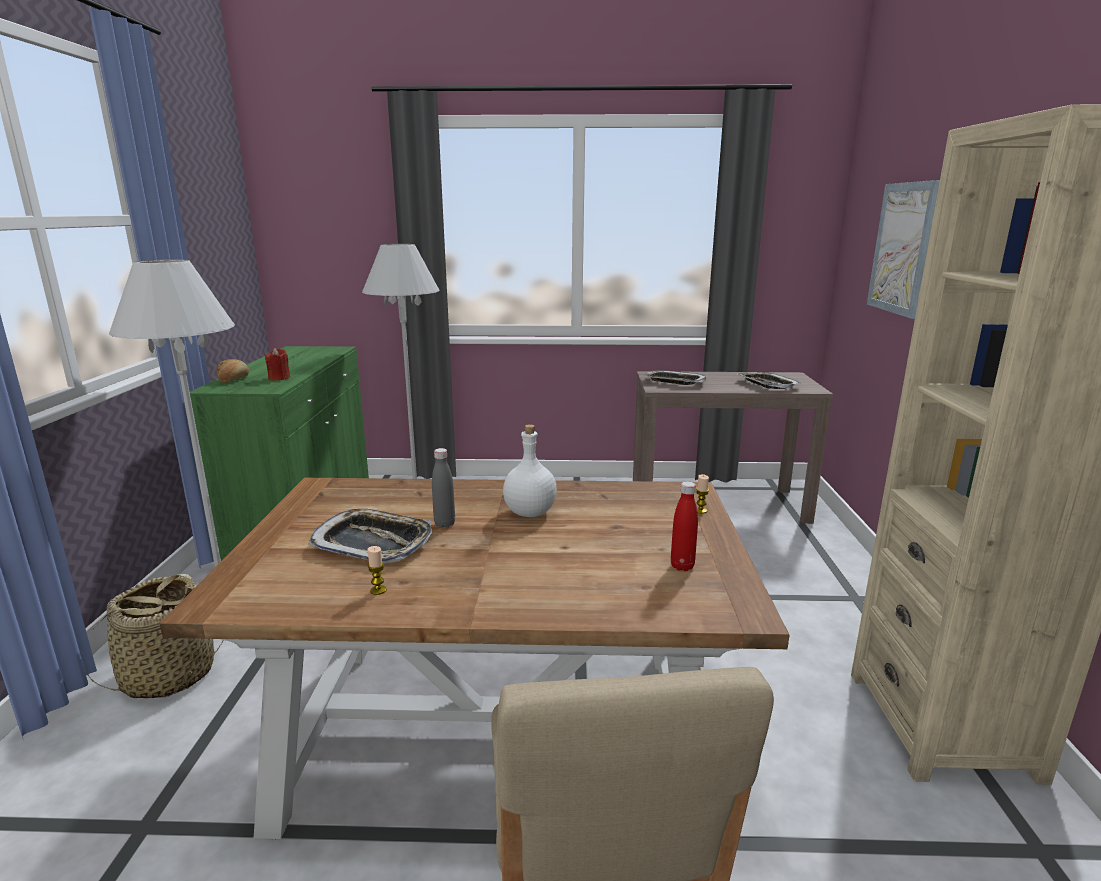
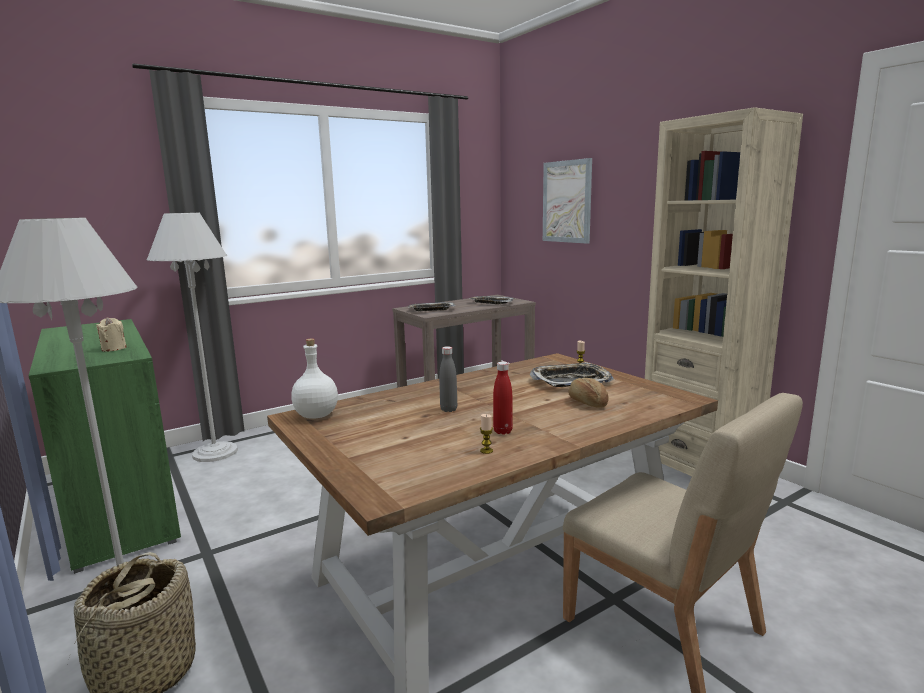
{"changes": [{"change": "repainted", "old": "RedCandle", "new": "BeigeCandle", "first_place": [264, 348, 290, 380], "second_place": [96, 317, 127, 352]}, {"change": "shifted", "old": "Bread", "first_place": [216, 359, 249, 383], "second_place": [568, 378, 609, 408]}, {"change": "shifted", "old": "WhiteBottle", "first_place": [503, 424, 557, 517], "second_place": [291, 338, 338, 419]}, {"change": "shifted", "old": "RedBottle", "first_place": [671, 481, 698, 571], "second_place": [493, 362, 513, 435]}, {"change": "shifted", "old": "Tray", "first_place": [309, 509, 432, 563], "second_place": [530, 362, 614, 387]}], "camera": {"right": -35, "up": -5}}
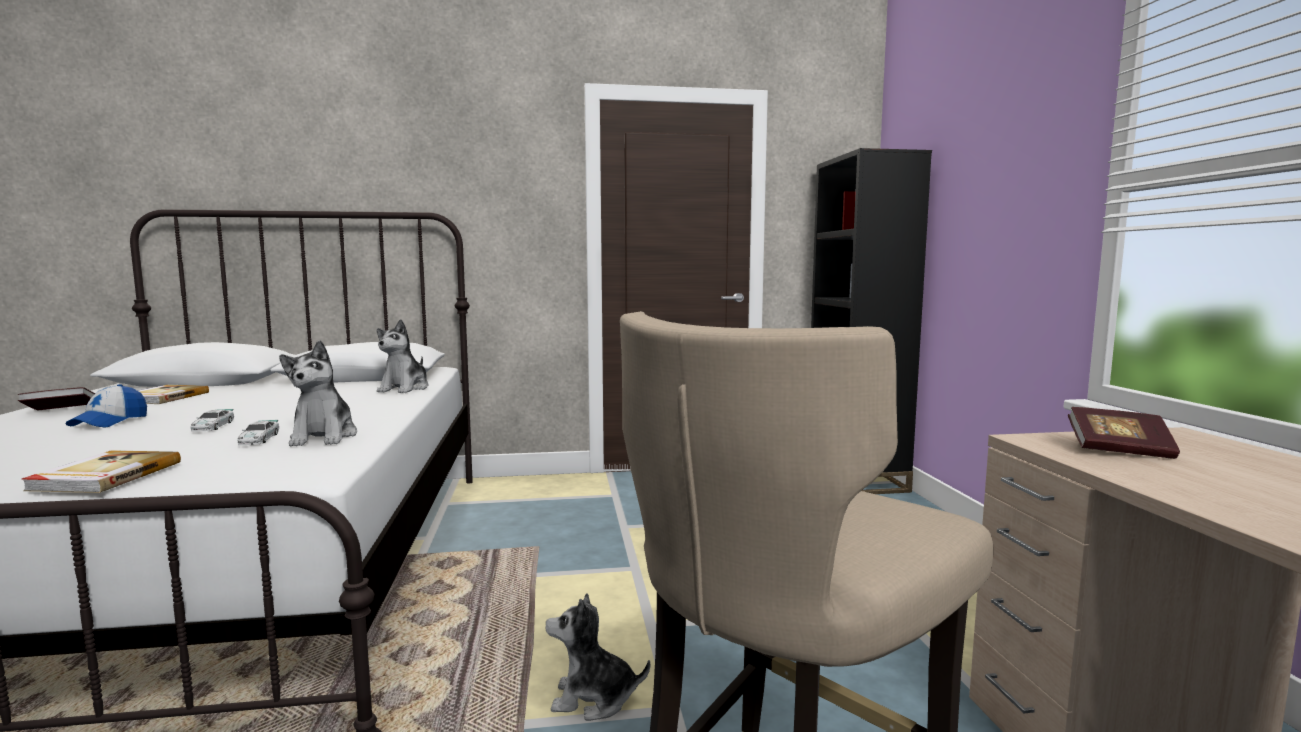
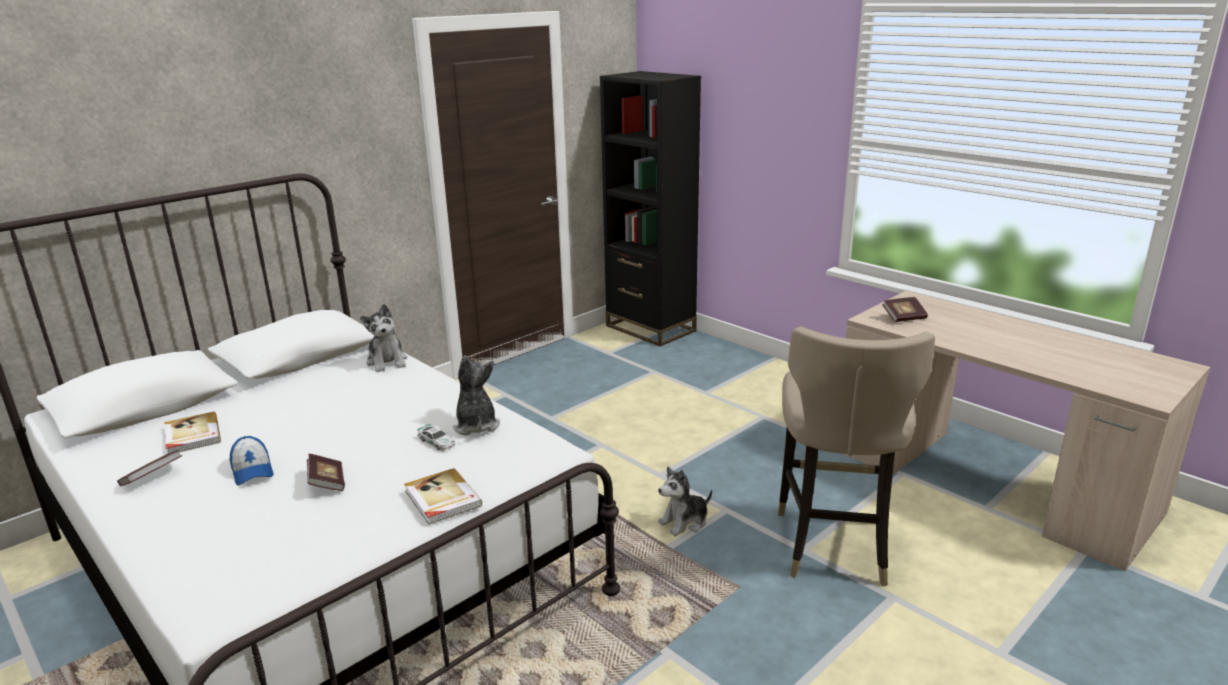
{"changes": [{"change": "rotated", "old": "PlushToy", "first_place": [279, 341, 357, 446], "second_place": [453, 355, 500, 436], "degrees": -150}, {"change": "gone", "old": "ToyCar", "first_place": [191, 409, 234, 432]}, {"change": "new", "new": "Book", "second_place": [307, 454, 345, 491]}], "camera": {"right": -35, "up": 15}}
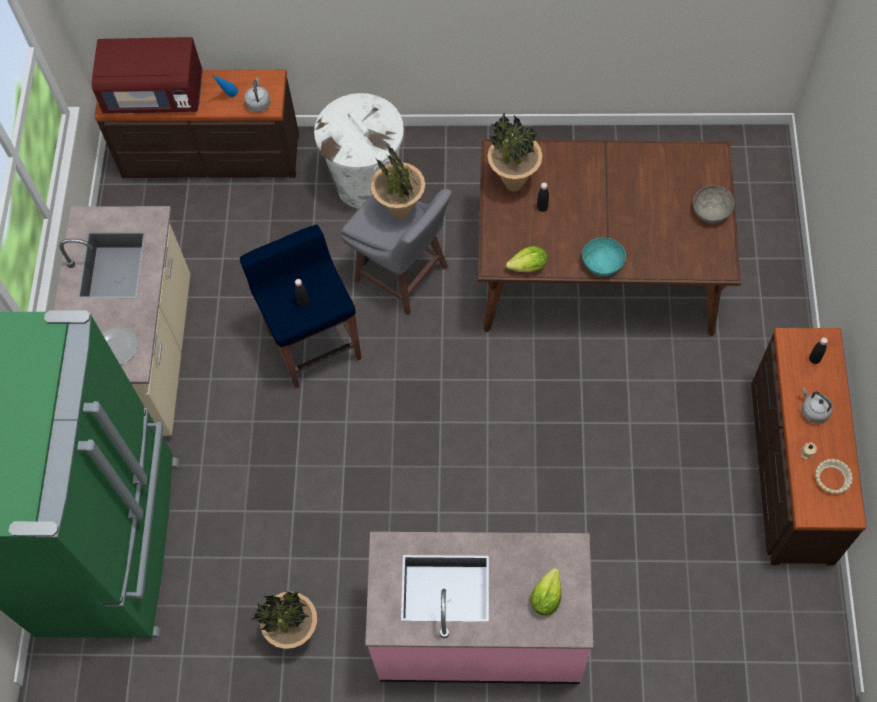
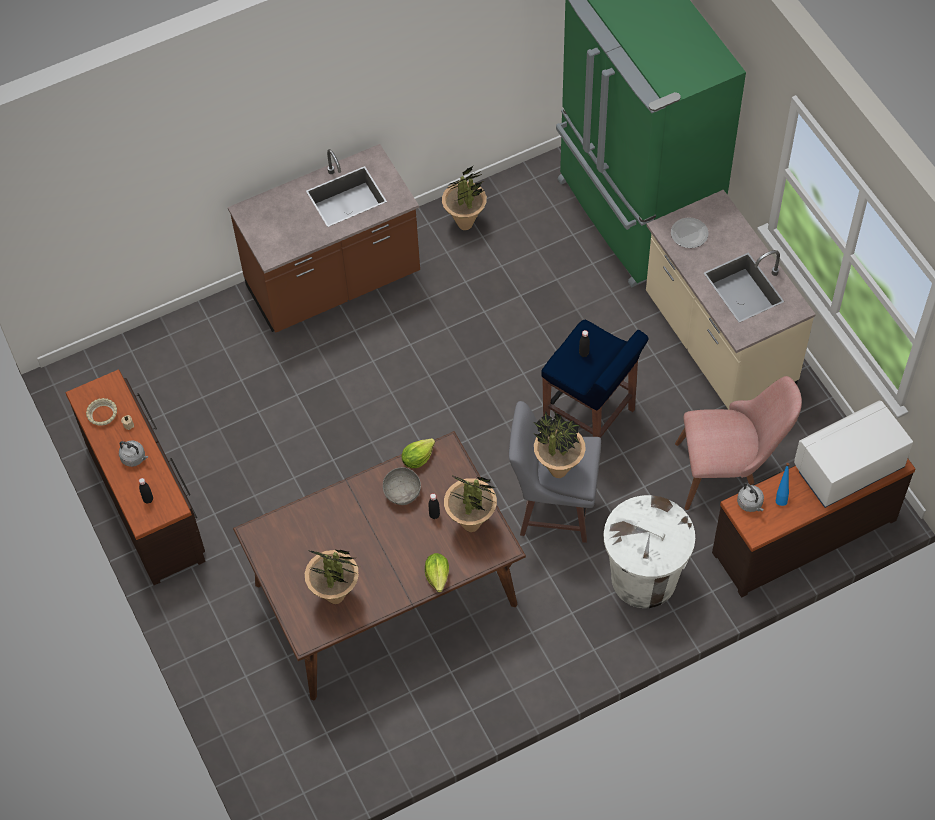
{"changes": [{"change": "repainted", "old": "RedMicrowave", "new": "WhiteMicrowave", "first_place": [91, 37, 203, 114], "second_place": [794, 401, 913, 508]}, {"change": "shifted", "old": "GreyBowl", "first_place": [693, 185, 735, 224], "second_place": [383, 467, 421, 505]}, {"change": "gone", "old": "TurquoiseBowl", "first_place": [582, 238, 626, 276]}, {"change": "repainted", "old": "PinkCounter", "new": "BrownCounter", "first_place": [365, 532, 593, 684], "second_place": [228, 144, 420, 333]}, {"change": "shifted", "old": "Lettuce", "first_place": [530, 568, 561, 616], "second_place": [425, 553, 449, 592]}, {"change": "new", "new": "PinkChair", "second_place": [675, 376, 802, 510]}, {"change": "new", "new": "PottedPlant", "second_place": [305, 550, 360, 604]}], "camera": {"right": 150, "up": -5}}
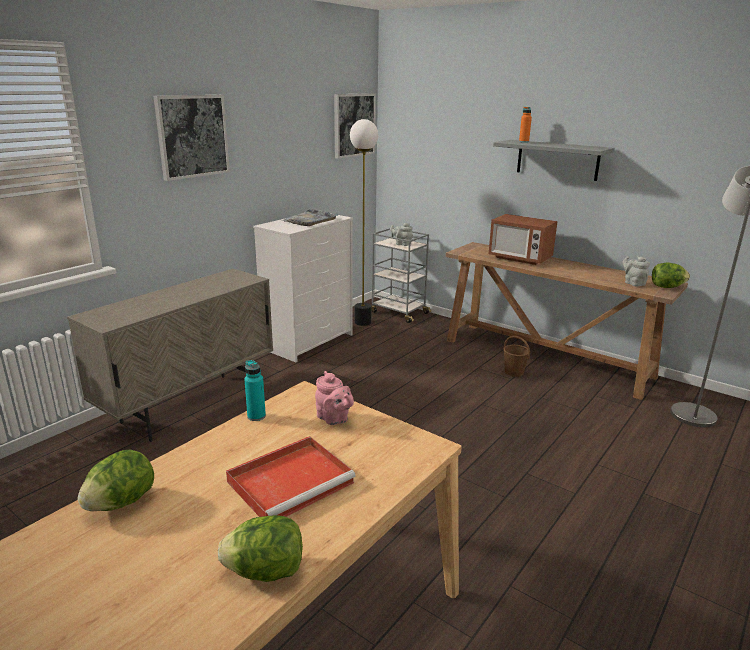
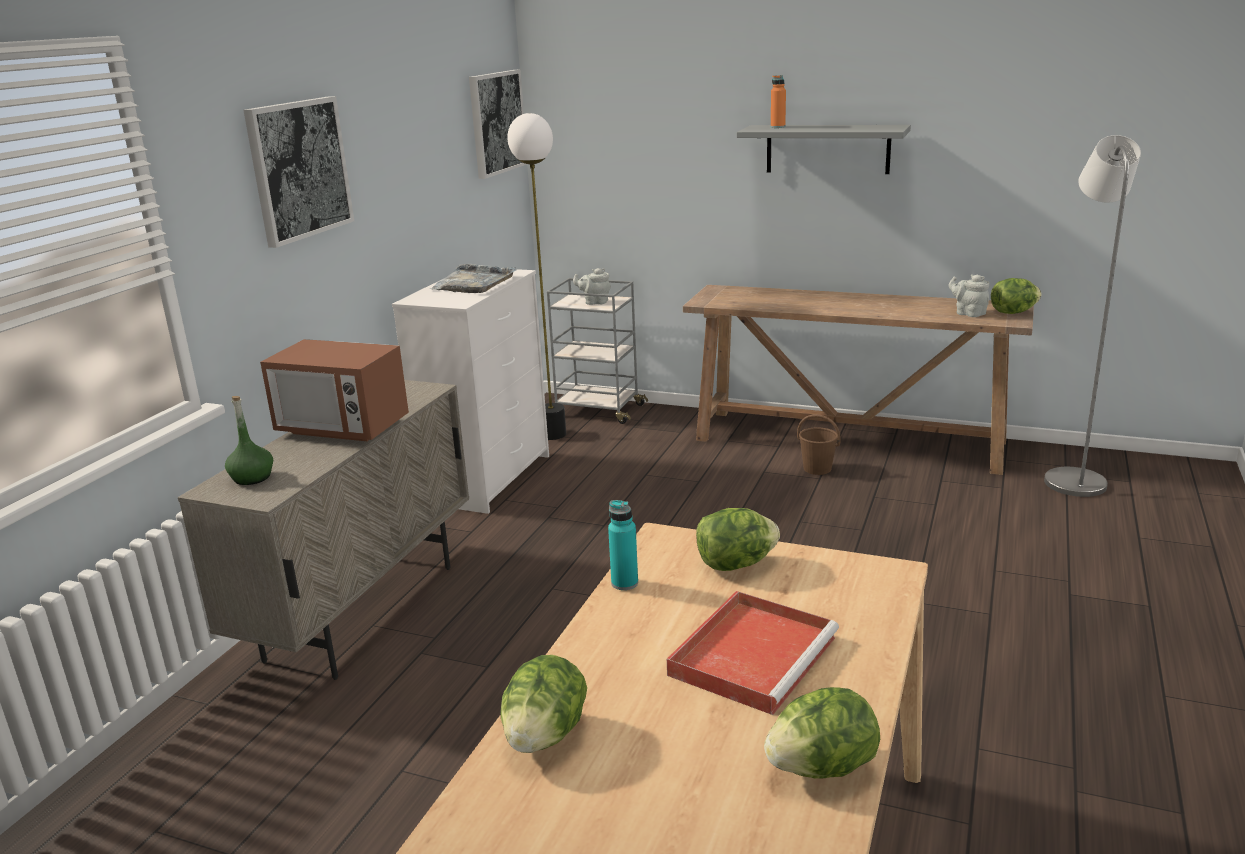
{"changes": [{"change": "shifted", "old": "Microwave", "first_place": [489, 214, 558, 265], "second_place": [260, 339, 409, 441]}, {"change": "swapped", "old": "PinkTeapot", "new": "Lettuce", "first_place": [315, 371, 354, 425], "second_place": [696, 508, 780, 571]}, {"change": "new", "new": "GreenBottle", "second_place": [225, 396, 273, 485]}], "camera": {"right": -15, "up": 0}}
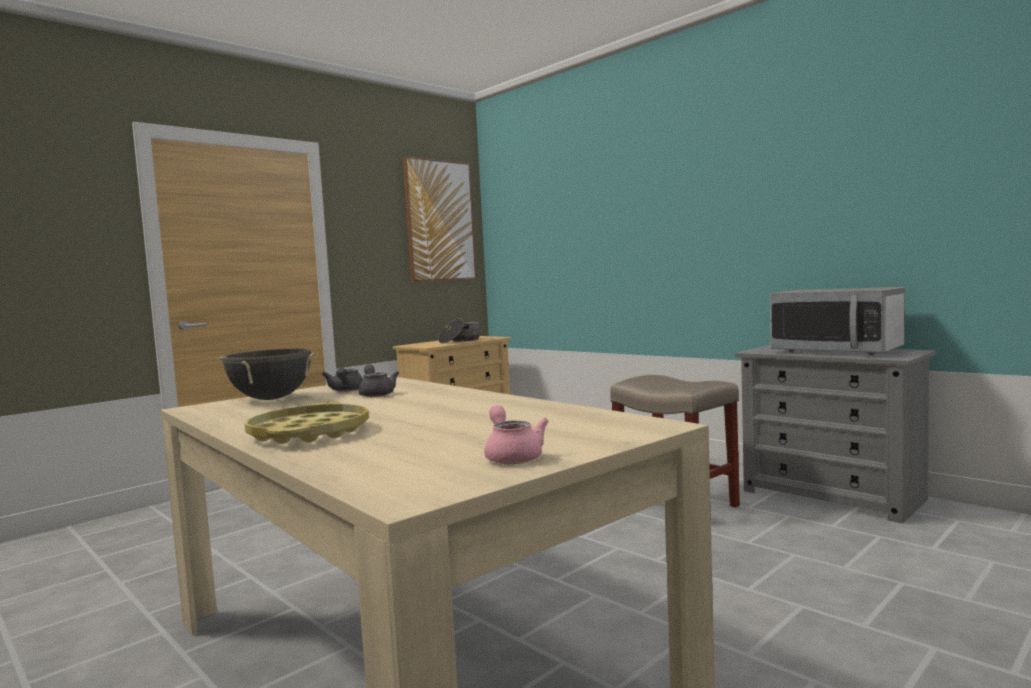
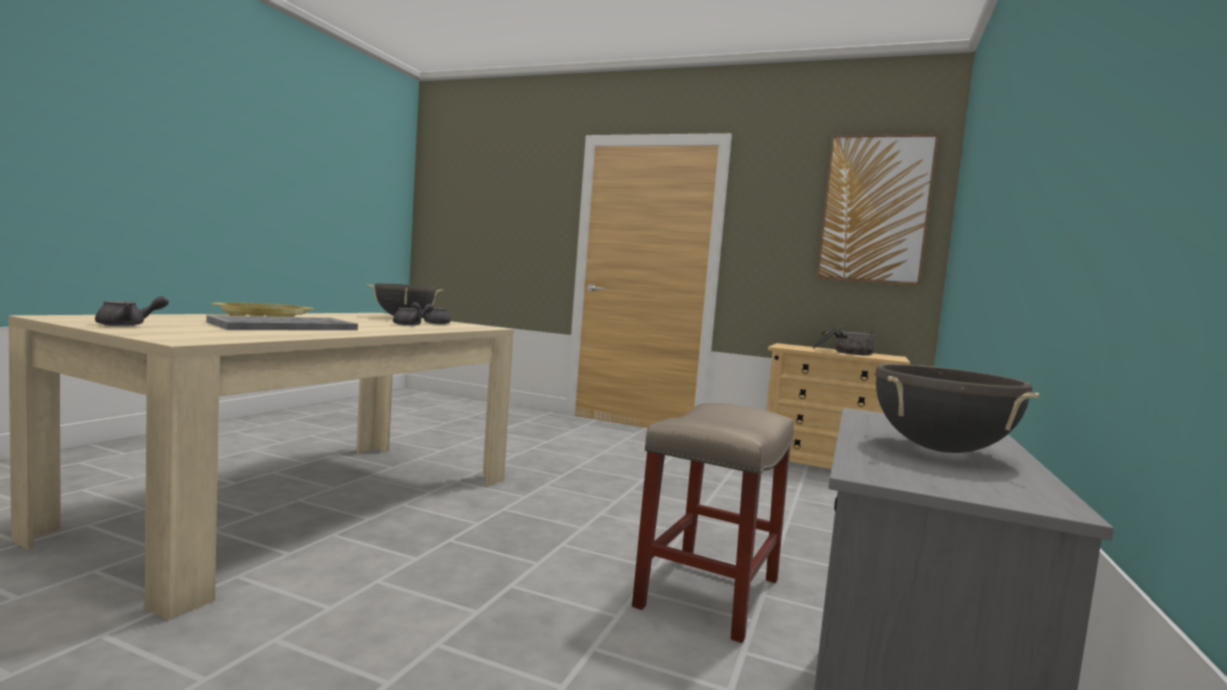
{"changes": [{"change": "swapped", "old": "Microwave", "new": "BlackCookingPot", "first_place": [770, 287, 904, 355], "second_place": [875, 364, 1040, 453]}, {"change": "repainted", "old": "PinkTeapot", "new": "GreyTeapot", "first_place": [484, 405, 549, 464], "second_place": [95, 296, 169, 326]}, {"change": "new", "new": "GreyTray", "second_place": [206, 316, 358, 330]}], "camera": {"right": 65, "up": 0}}
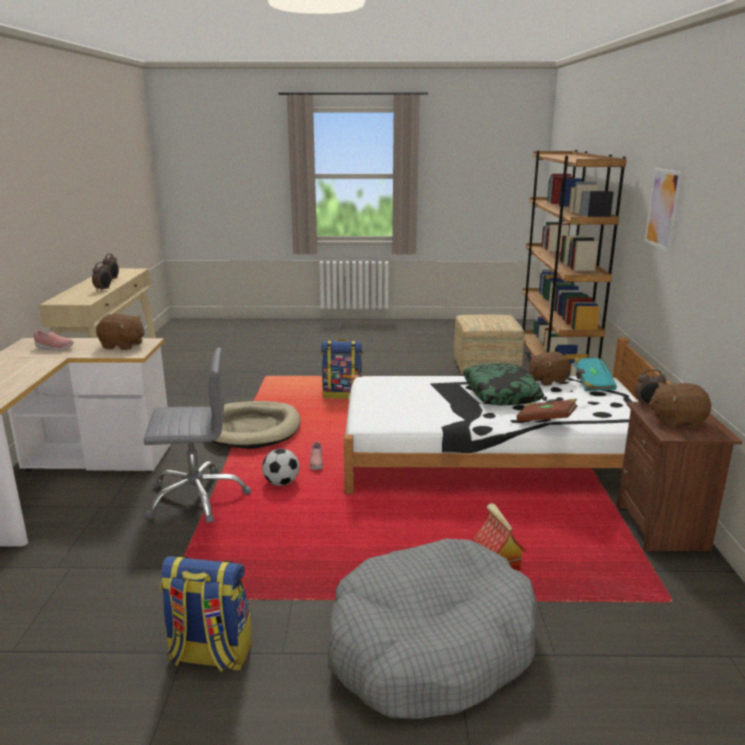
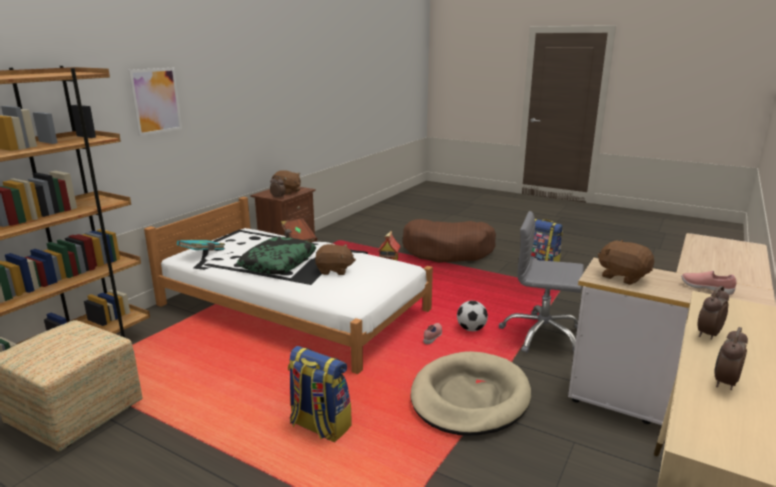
{"changes": [{"change": "shifted", "old": "BrownPlushToy", "first_place": [529, 352, 571, 386], "second_place": [315, 244, 356, 275]}, {"change": "repainted", "old": "GreyDogBed", "new": "BrownDogBed", "first_place": [328, 539, 537, 719], "second_place": [402, 219, 496, 263]}], "camera": {"right": -150, "up": 0}}
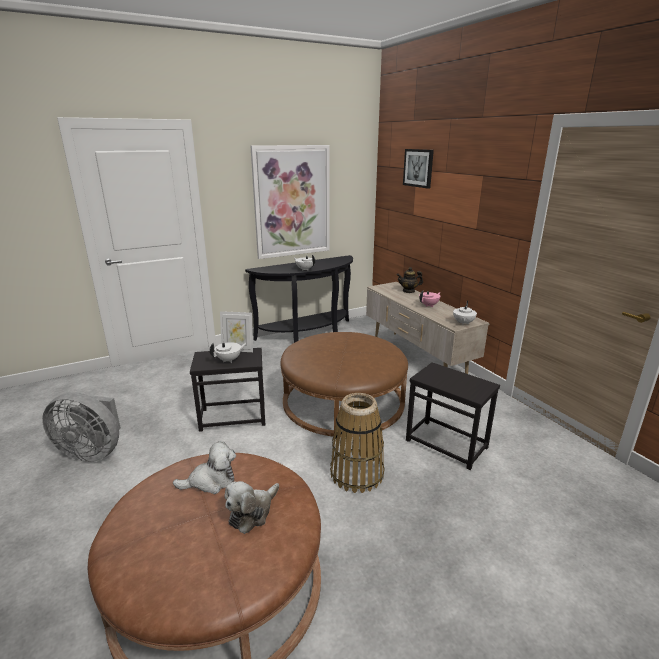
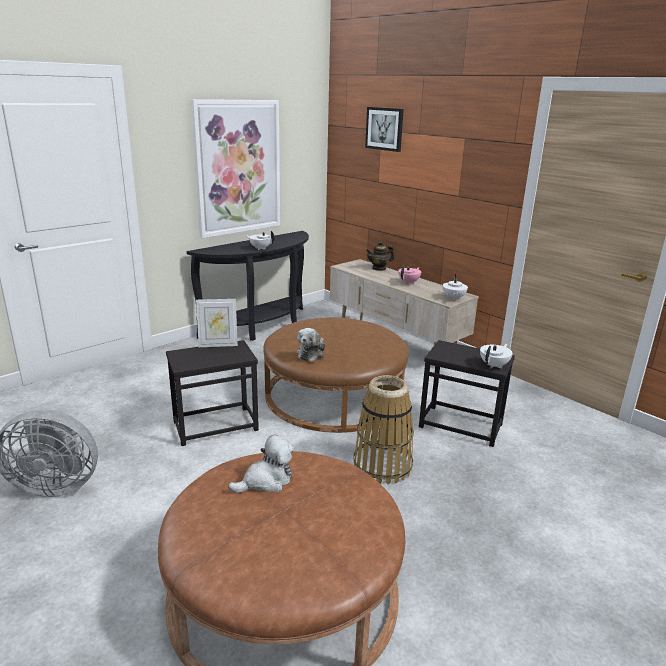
{"changes": [{"change": "shifted", "old": "WhiteTeapot", "first_place": [210, 342, 247, 363], "second_place": [480, 344, 513, 369]}, {"change": "shifted", "old": "PlushToy", "first_place": [224, 481, 279, 534], "second_place": [297, 328, 325, 362]}], "camera": {"right": -15, "up": 0}}
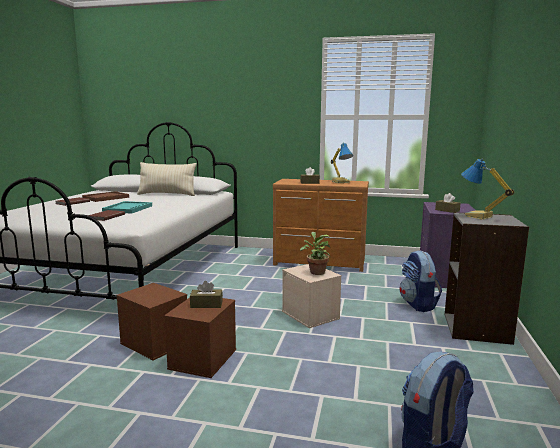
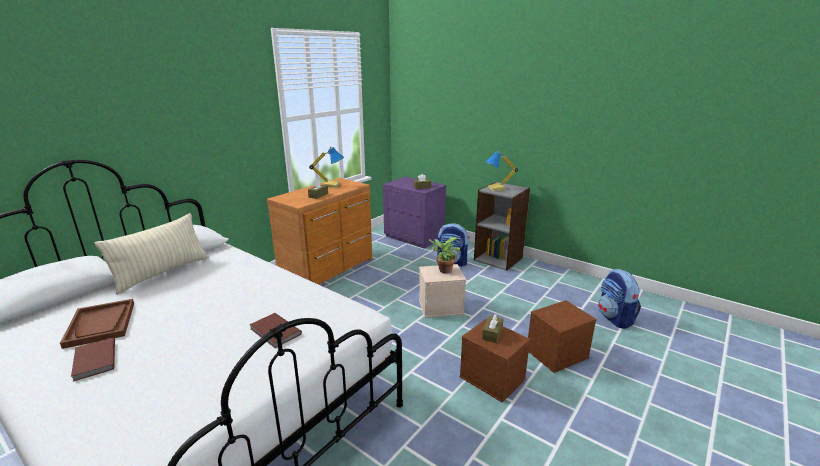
{"changes": [{"change": "gone", "old": "TurquoiseTray", "first_place": [102, 201, 152, 214]}, {"change": "shifted", "old": "BrownStorageBox", "first_place": [116, 283, 187, 361], "second_place": [528, 300, 597, 373]}], "camera": {"right": -65, "up": 10}}
